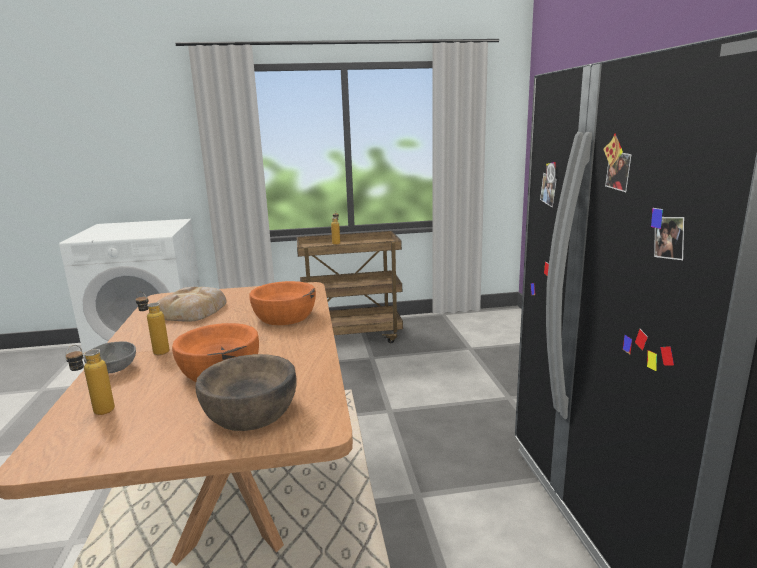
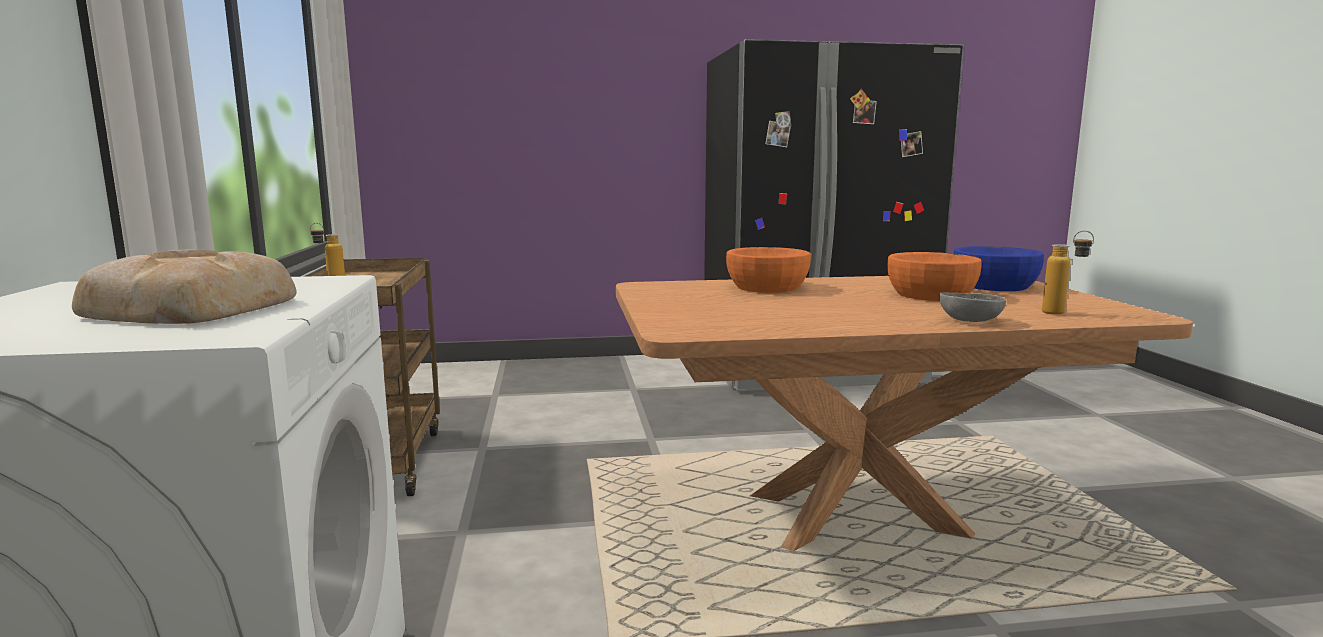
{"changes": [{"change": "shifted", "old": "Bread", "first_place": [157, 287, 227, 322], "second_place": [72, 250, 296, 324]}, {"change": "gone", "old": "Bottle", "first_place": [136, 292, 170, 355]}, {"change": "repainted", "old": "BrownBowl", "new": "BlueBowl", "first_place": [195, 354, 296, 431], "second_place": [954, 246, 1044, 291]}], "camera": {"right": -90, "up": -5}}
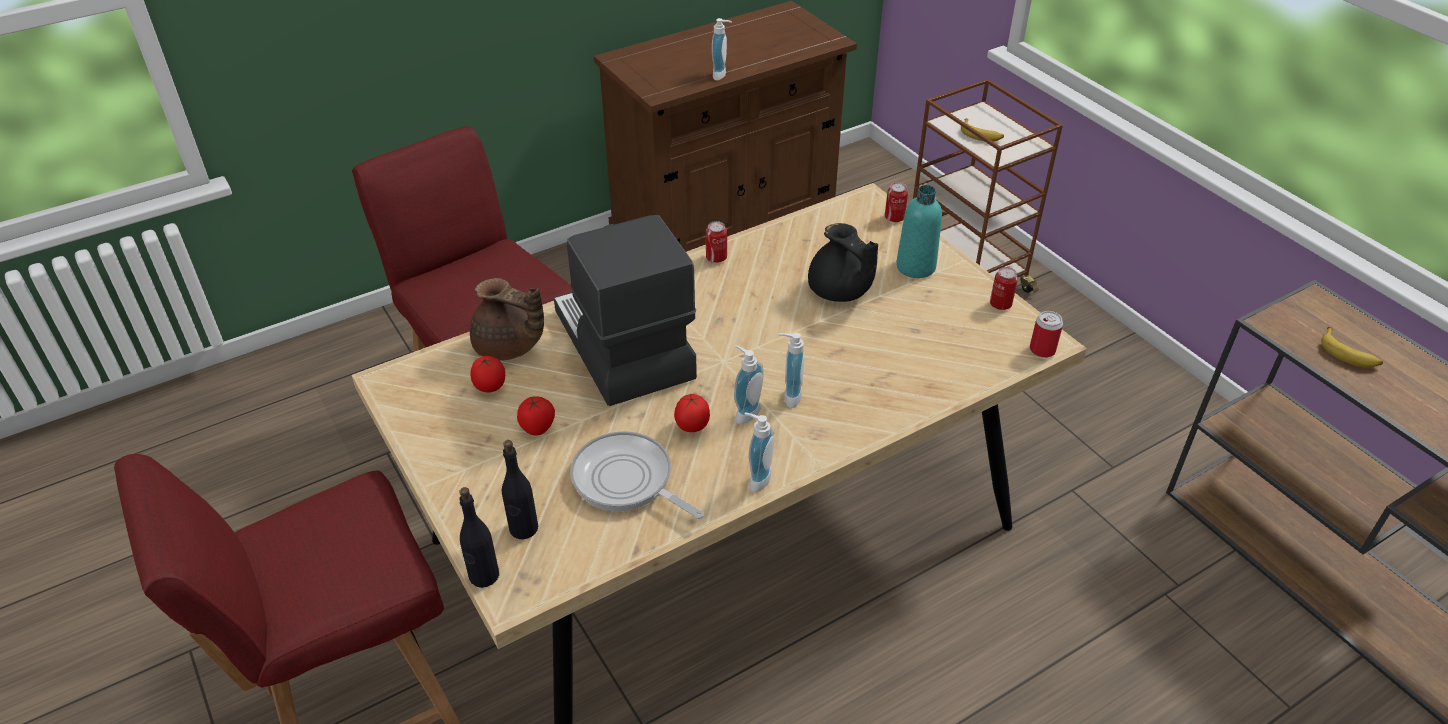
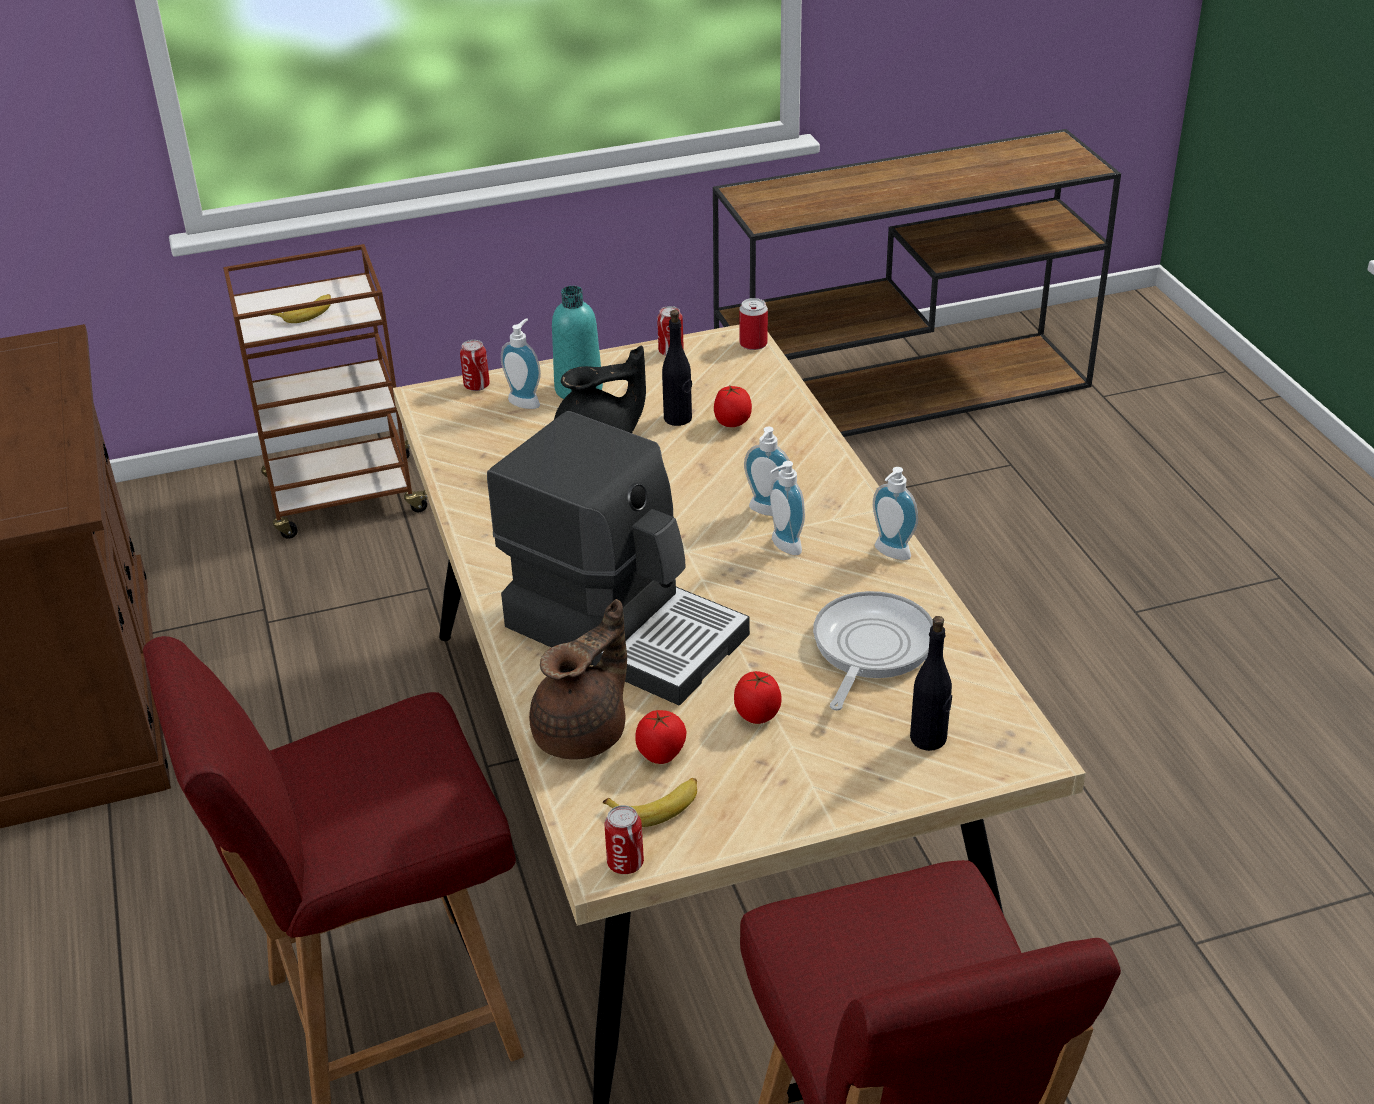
{"changes": [{"change": "shifted", "old": "SoapDispenser", "first_place": [712, 18, 732, 81], "second_place": [501, 318, 541, 409]}, {"change": "rotated", "old": "CoffeeMachine", "first_place": [554, 215, 697, 406], "second_place": [487, 411, 750, 706], "degrees": -135}, {"change": "shifted", "old": "Can", "first_place": [706, 221, 727, 263], "second_place": [604, 805, 644, 874]}, {"change": "shifted", "old": "Banana", "first_place": [1321, 327, 1383, 368], "second_place": [603, 778, 697, 827]}, {"change": "shifted", "old": "Tomato", "first_place": [674, 394, 710, 432], "second_place": [714, 386, 752, 427]}, {"change": "rotated", "old": "FryingPan", "first_place": [570, 431, 704, 519], "second_place": [813, 591, 933, 711], "degrees": 150}, {"change": "shifted", "old": "BlackBottle", "first_place": [459, 487, 499, 588], "second_place": [662, 310, 692, 426]}], "camera": {"right": -75, "up": -5}}
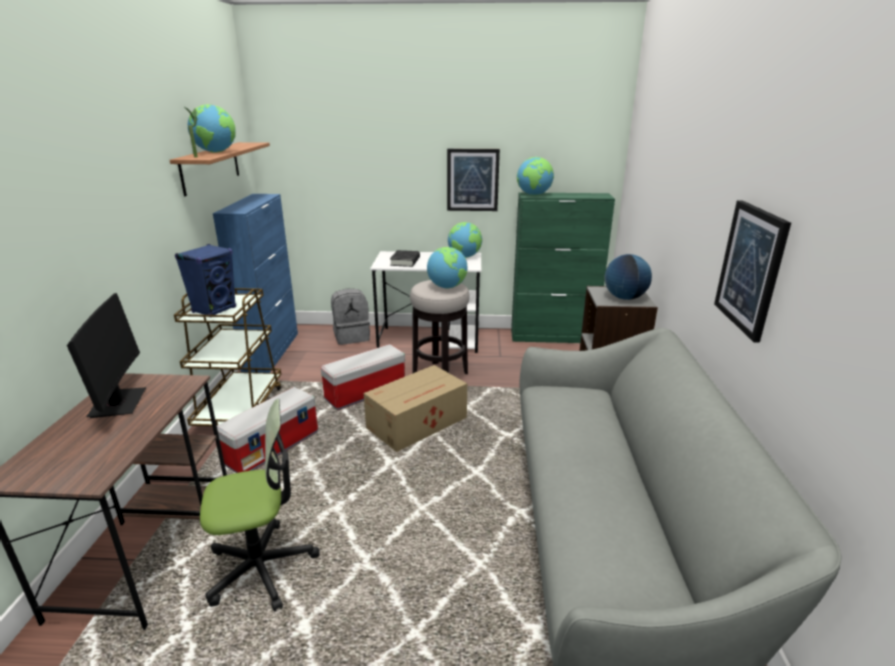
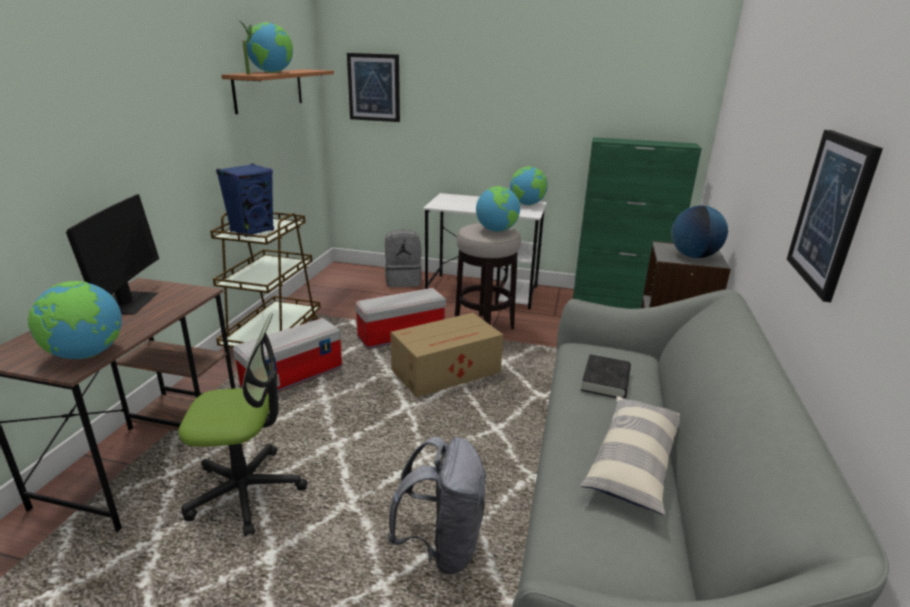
{"changes": [{"change": "shifted", "old": "Picture", "first_place": [447, 149, 500, 211], "second_place": [347, 53, 400, 122]}, {"change": "shifted", "old": "Globe", "first_place": [517, 157, 554, 195], "second_place": [28, 281, 122, 359]}, {"change": "gone", "old": "BlueCabinet", "first_place": [213, 194, 298, 373]}, {"change": "shifted", "old": "BlackBook", "first_place": [390, 250, 420, 267], "second_place": [581, 354, 631, 399]}, {"change": "new", "new": "Pillow", "second_place": [580, 396, 680, 515]}, {"change": "new", "new": "GreyBackpack", "second_place": [387, 437, 487, 574]}], "camera": {"right": 10, "up": 0}}
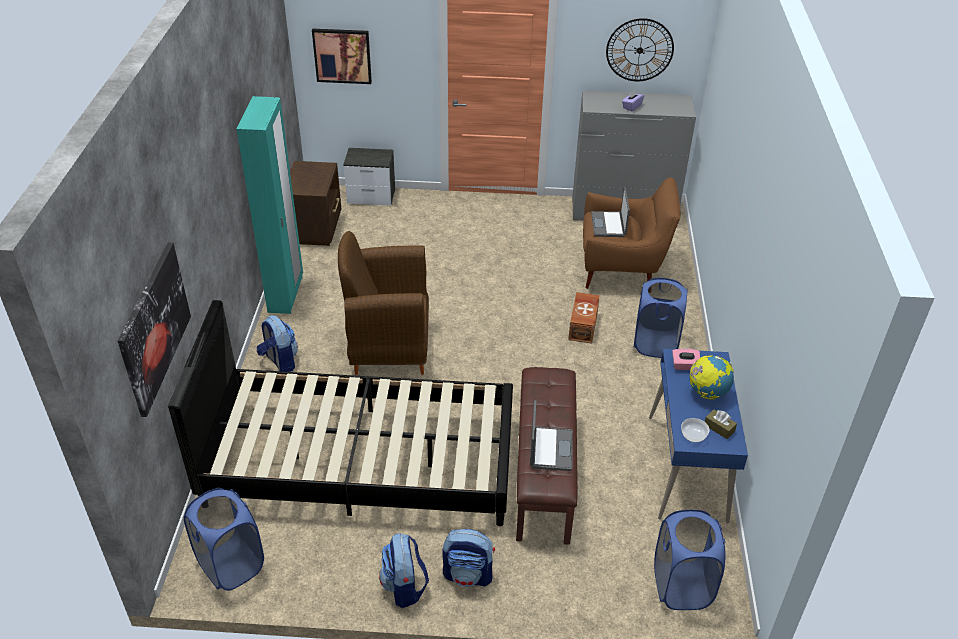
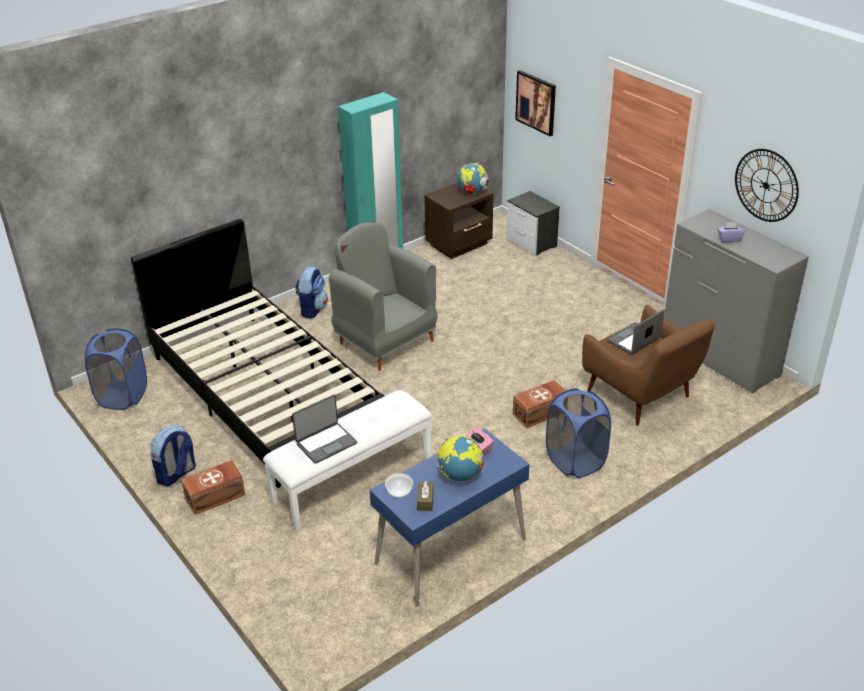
{"changes": [{"change": "repainted", "old": "BrownArmchair", "new": "GreyArmchair", "first_place": [338, 231, 429, 375], "second_place": [329, 221, 438, 371]}, {"change": "gone", "old": "Picture", "first_place": [118, 243, 191, 417]}, {"change": "repainted", "old": "BrownBench", "new": "WhiteBench", "first_place": [516, 367, 578, 545], "second_place": [263, 390, 432, 530]}, {"change": "gone", "old": "BlueLaundryBasket", "first_place": [654, 510, 726, 610]}, {"change": "swapped", "old": "Backpack", "new": "BrownStorageBox", "first_place": [442, 529, 495, 587], "second_place": [181, 460, 245, 515]}, {"change": "new", "new": "Globe", "second_place": [458, 163, 489, 194]}], "camera": {"right": 50, "up": -5}}
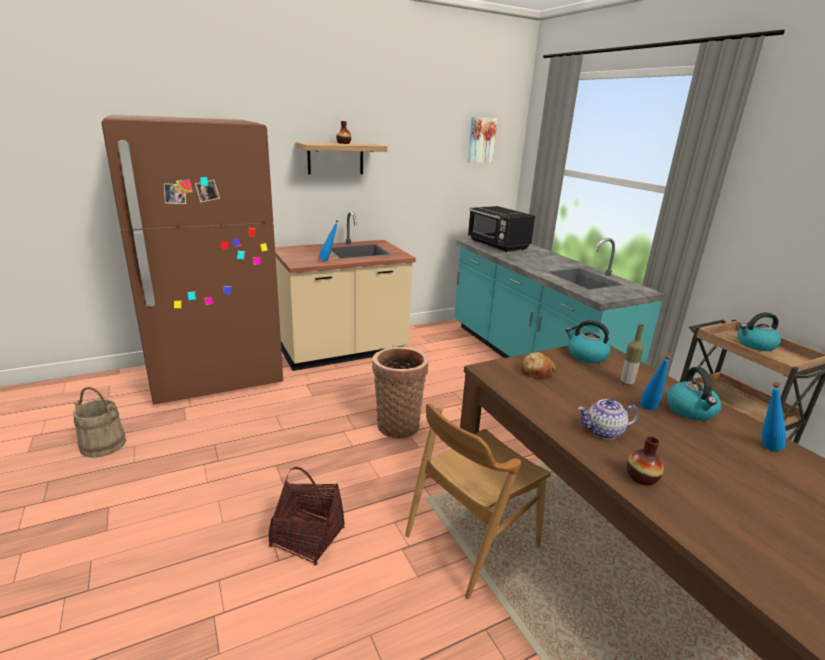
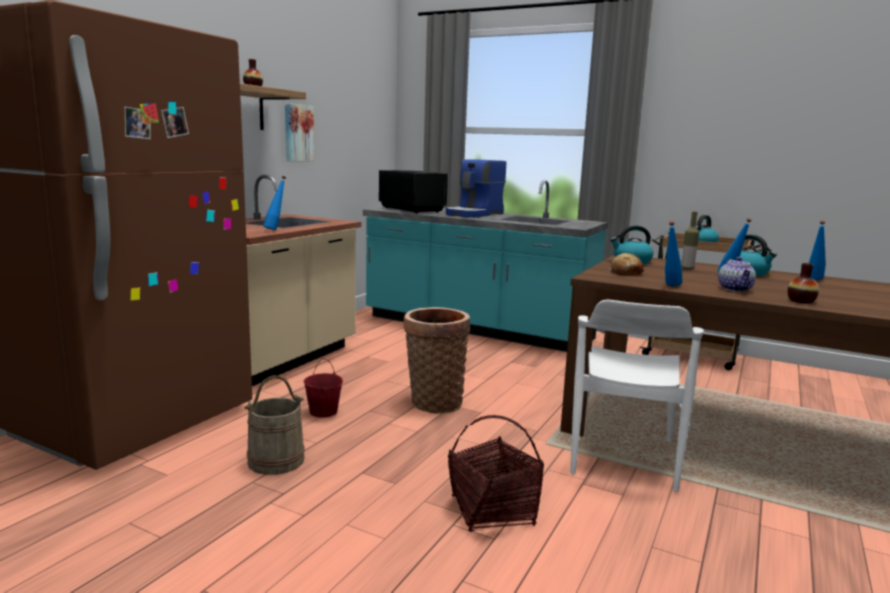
{"changes": [{"change": "shifted", "old": "Picture", "first_place": [468, 117, 498, 163], "second_place": [285, 103, 314, 161]}, {"change": "rotated", "old": "BlackMicrowave", "first_place": [468, 206, 535, 252], "second_place": [379, 170, 449, 213], "degrees": -150}, {"change": "shifted", "old": "BeigeBucket", "first_place": [73, 387, 126, 458], "second_place": [244, 375, 305, 475]}, {"change": "rotated", "old": "Teapot", "first_place": [578, 399, 639, 440], "second_place": [718, 257, 756, 292], "degrees": -45}, {"change": "repainted", "old": "BrownChair", "new": "WhiteChair", "first_place": [405, 404, 550, 599], "second_place": [570, 299, 704, 492]}, {"change": "new", "new": "CoffeeMachine", "second_place": [446, 159, 506, 218]}, {"change": "new", "new": "BlueBottle", "second_place": [665, 221, 682, 286]}, {"change": "new", "new": "RedBucket", "second_place": [303, 358, 343, 418]}], "camera": {"right": -35, "up": -10}}
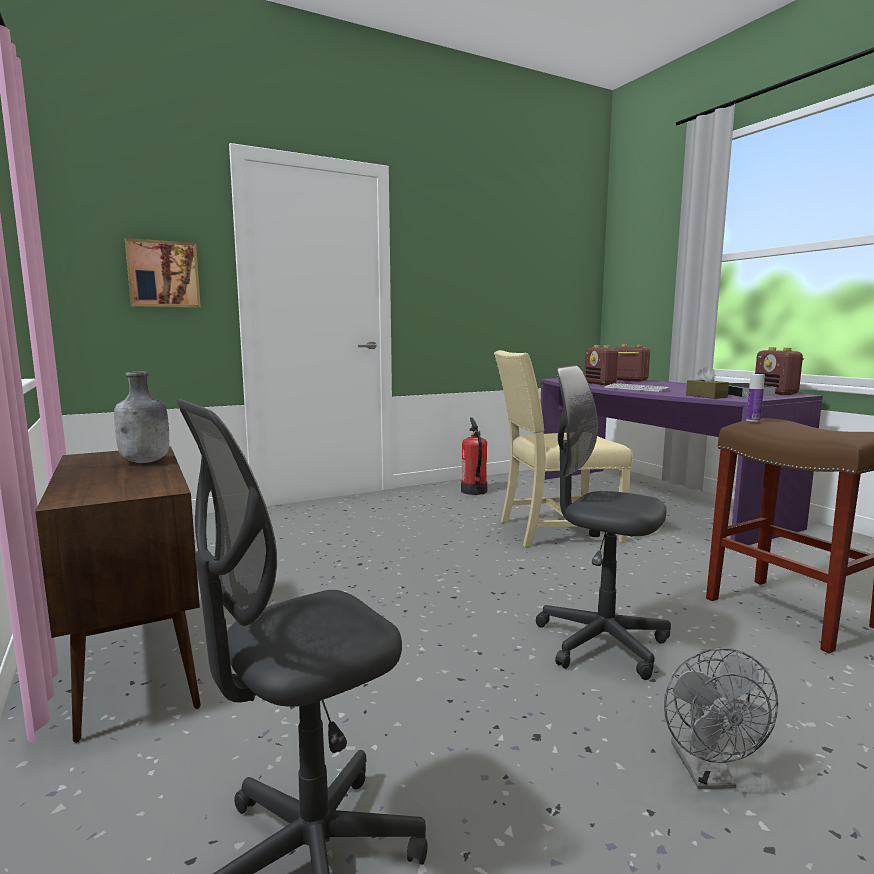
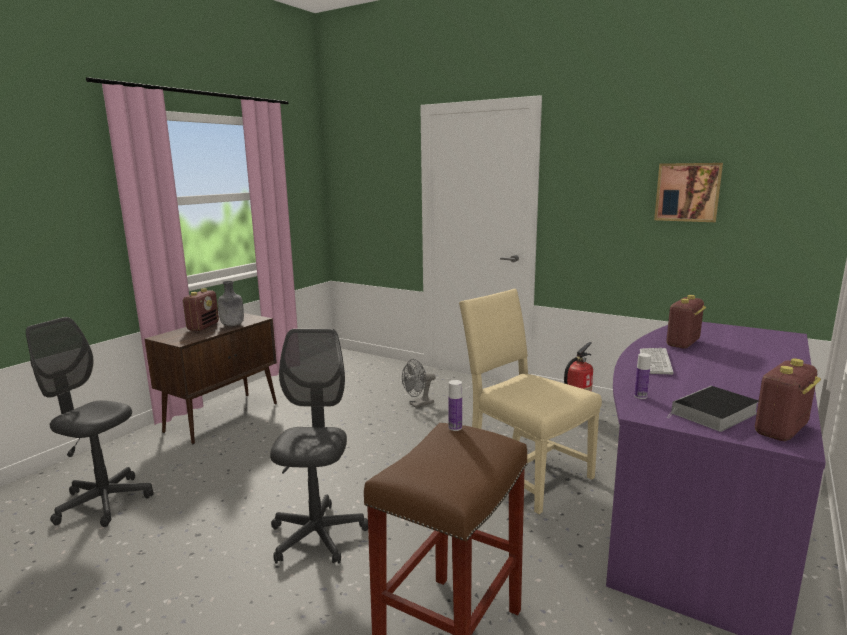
{"changes": [{"change": "shifted", "old": "Picture", "first_place": [125, 238, 201, 308], "second_place": [654, 163, 723, 222]}, {"change": "shifted", "old": "Radio", "first_place": [615, 344, 650, 382], "second_place": [183, 288, 219, 331]}, {"change": "swapped", "old": "BrownTissueBox", "new": "Bottle", "first_place": [686, 366, 729, 399], "second_place": [634, 353, 651, 399]}, {"change": "shifted", "old": "GreyFan", "first_place": [664, 648, 778, 789], "second_place": [402, 359, 436, 408]}], "camera": {"right": 60, "up": 5}}
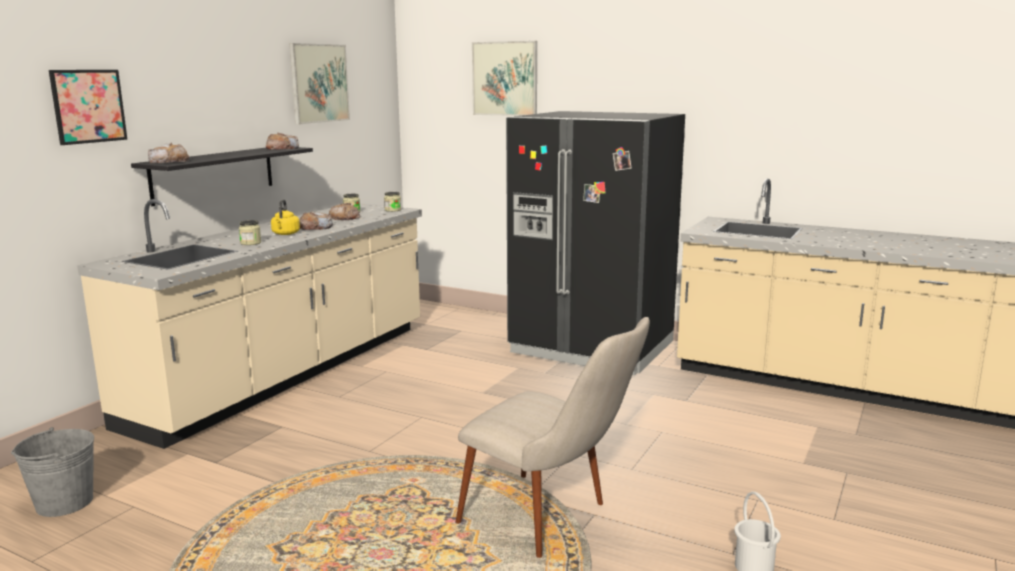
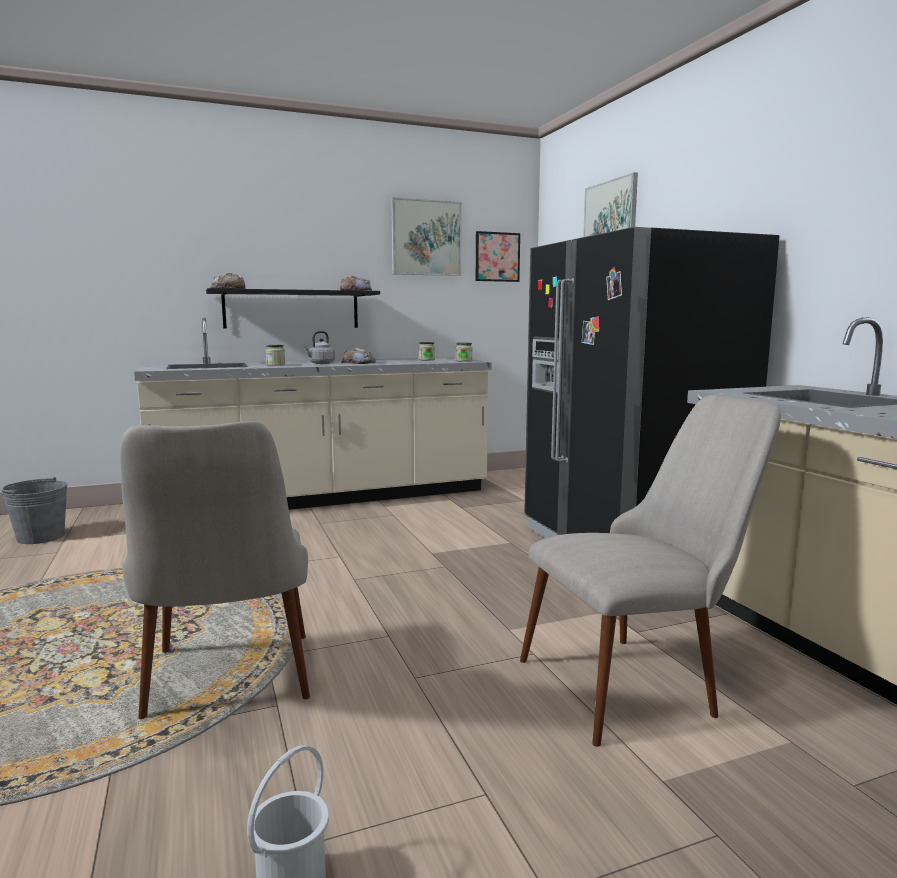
{"changes": [{"change": "shifted", "old": "Picture", "first_place": [49, 70, 128, 145], "second_place": [476, 231, 520, 282]}, {"change": "repainted", "old": "YellowKettle", "new": "GreyKettle", "first_place": [271, 199, 300, 235], "second_place": [304, 331, 335, 364]}, {"change": "gone", "old": "Bread", "first_place": [329, 203, 360, 220]}, {"change": "new", "new": "BeigeChair", "second_place": [520, 395, 781, 747]}], "camera": {"right": 40, "up": -5}}
